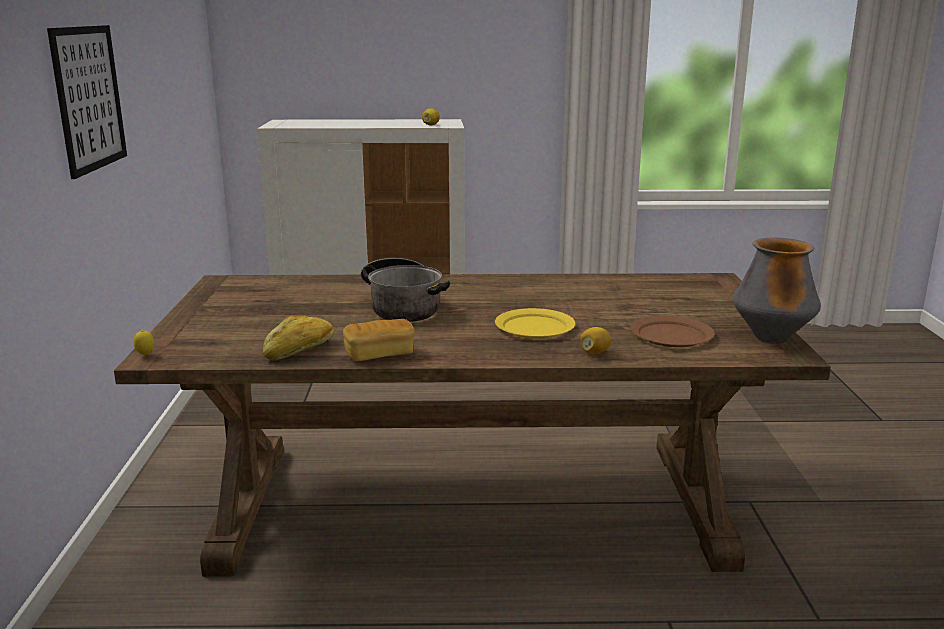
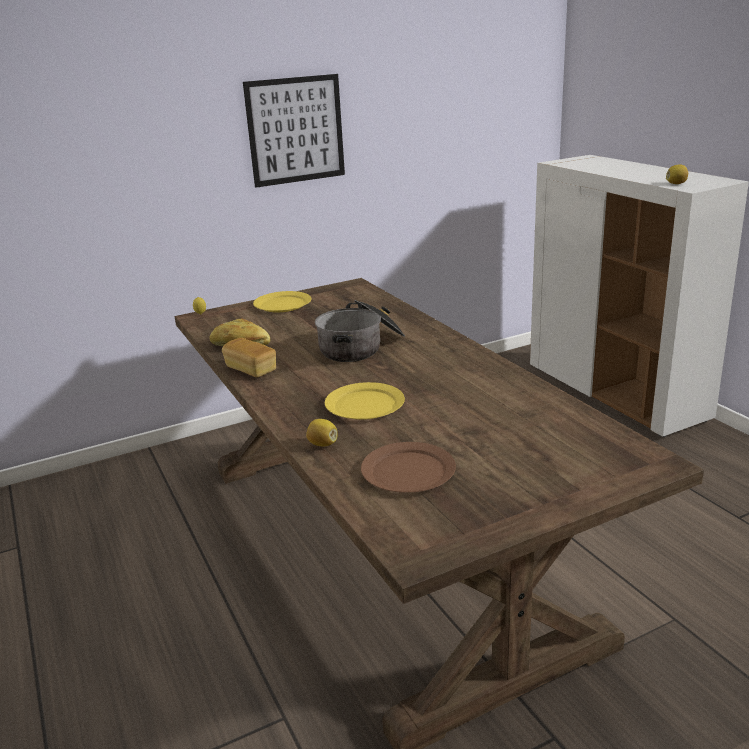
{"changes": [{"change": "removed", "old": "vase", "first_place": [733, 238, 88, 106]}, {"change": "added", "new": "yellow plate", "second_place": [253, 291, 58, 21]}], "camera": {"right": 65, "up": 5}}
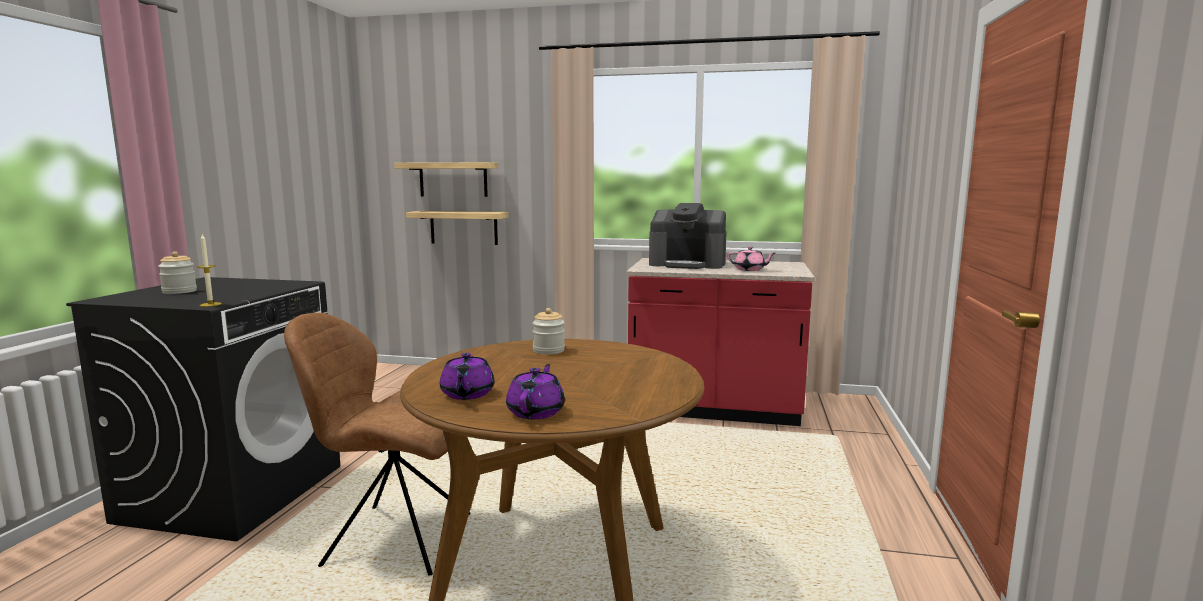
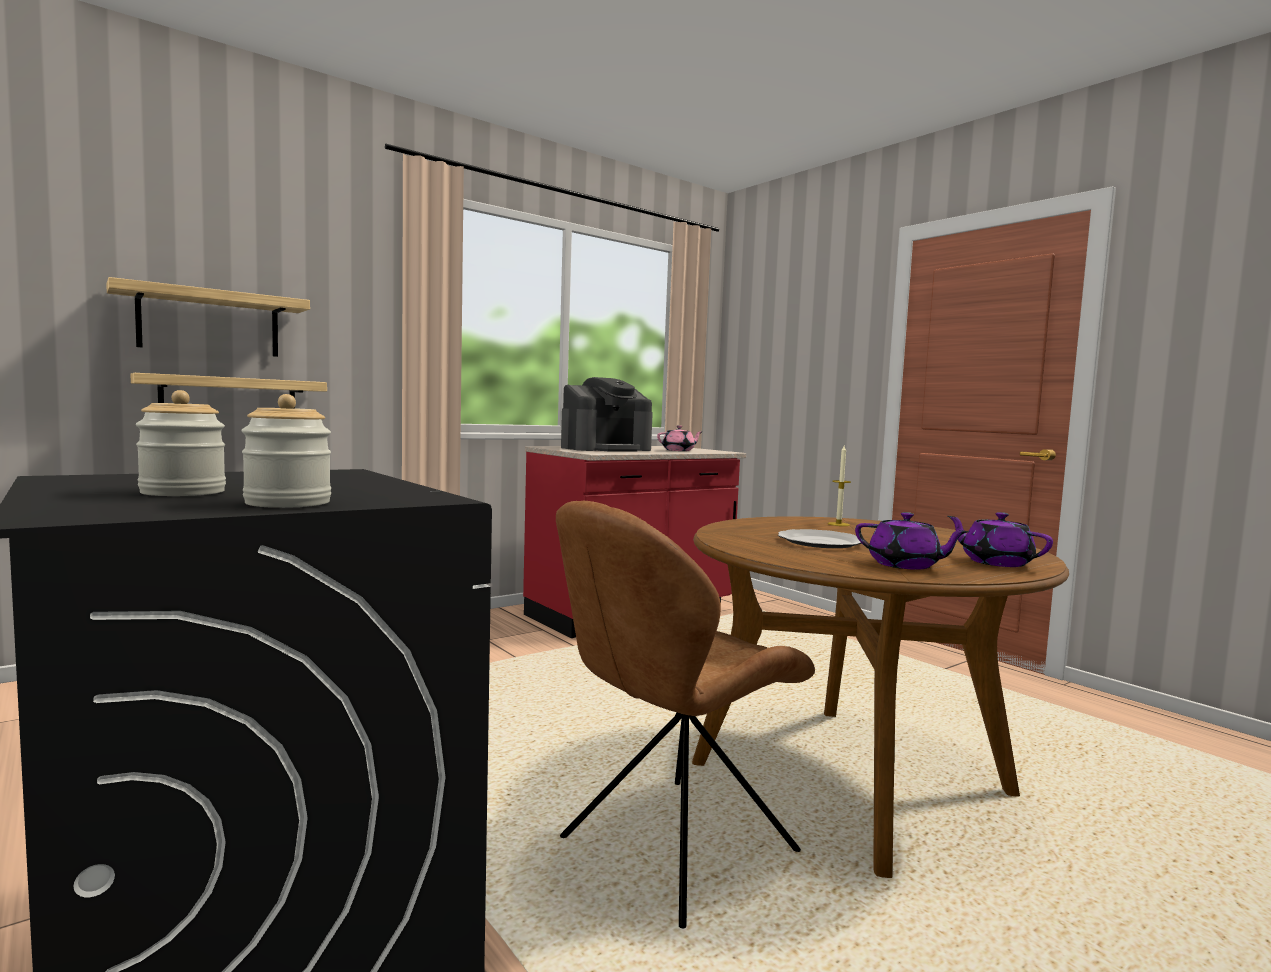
{"changes": [{"change": "moved", "old": "candle", "first_place": [197, 234, 25, 73], "second_place": [828, 446, 23, 80]}, {"change": "moved", "old": "jar", "first_place": [532, 308, 33, 46], "second_place": [241, 394, 90, 114]}, {"change": "added", "new": "plate", "second_place": [778, 529, 84, 19]}], "camera": {"right": -50, "up": -5}}
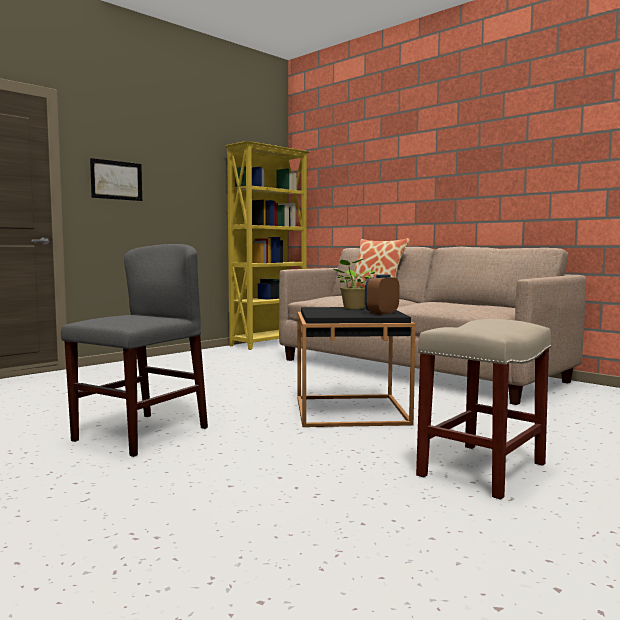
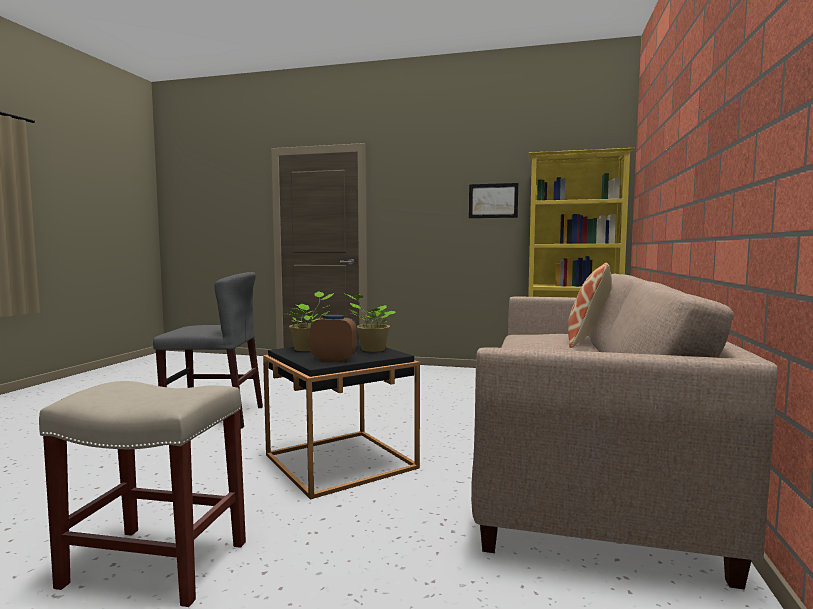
{"changes": [{"change": "moved", "old": "picture", "first_place": [90, 158, 52, 43], "second_place": [469, 183, 49, 35]}, {"change": "added", "new": "potted plant", "second_place": [283, 292, 51, 59]}], "camera": {"right": 60, "up": 0}}
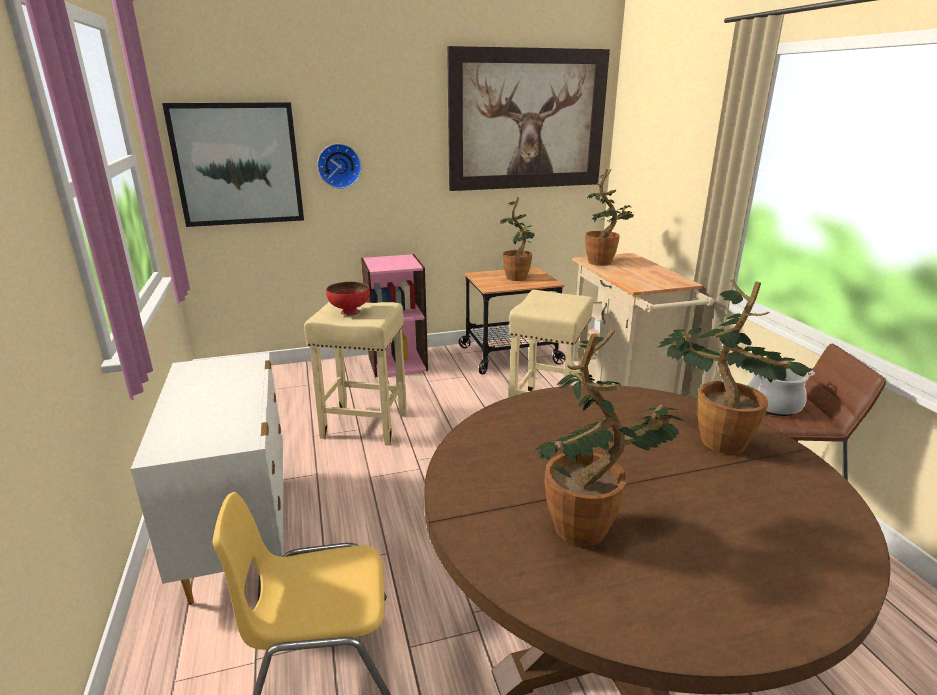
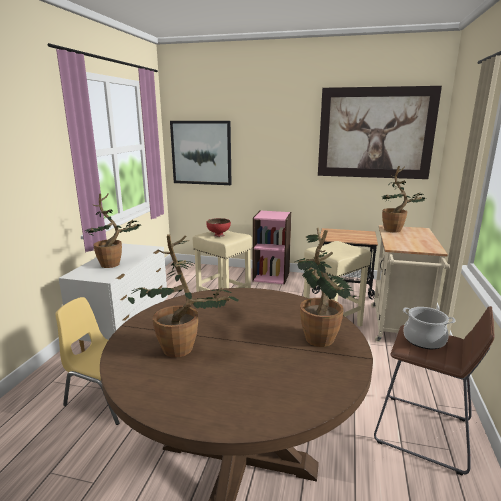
{"changes": [{"change": "removed", "old": "wall clock", "first_place": [317, 143, 45, 46]}, {"change": "moved", "old": "potted plant", "first_place": [500, 196, 35, 85], "second_place": [84, 193, 57, 75]}], "camera": {"right": 30, "up": -5}}
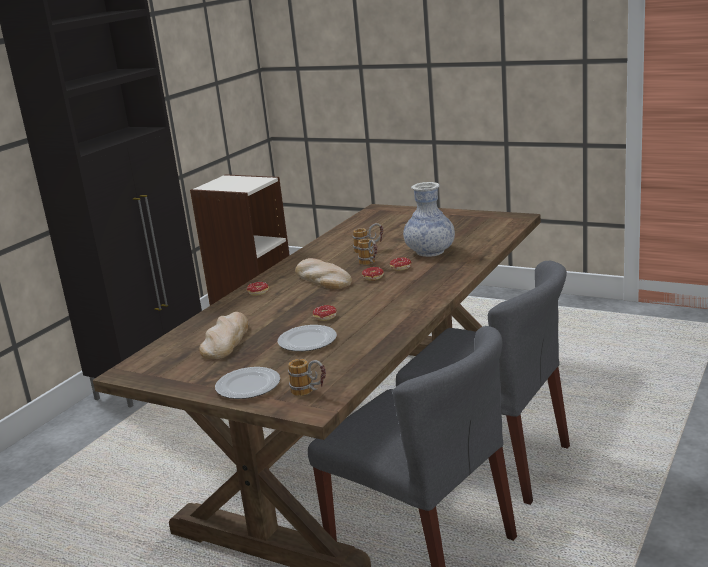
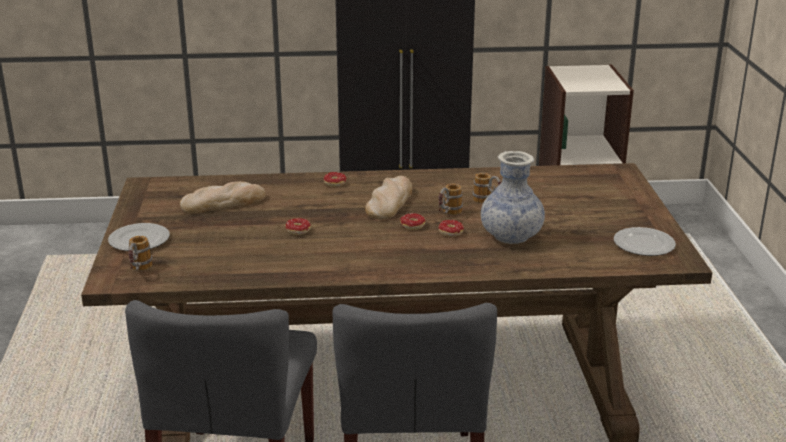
{"changes": [{"change": "moved", "old": "plate", "first_place": [278, 325, 59, 26], "second_place": [614, 227, 62, 29]}], "camera": {"right": 55, "up": 5}}
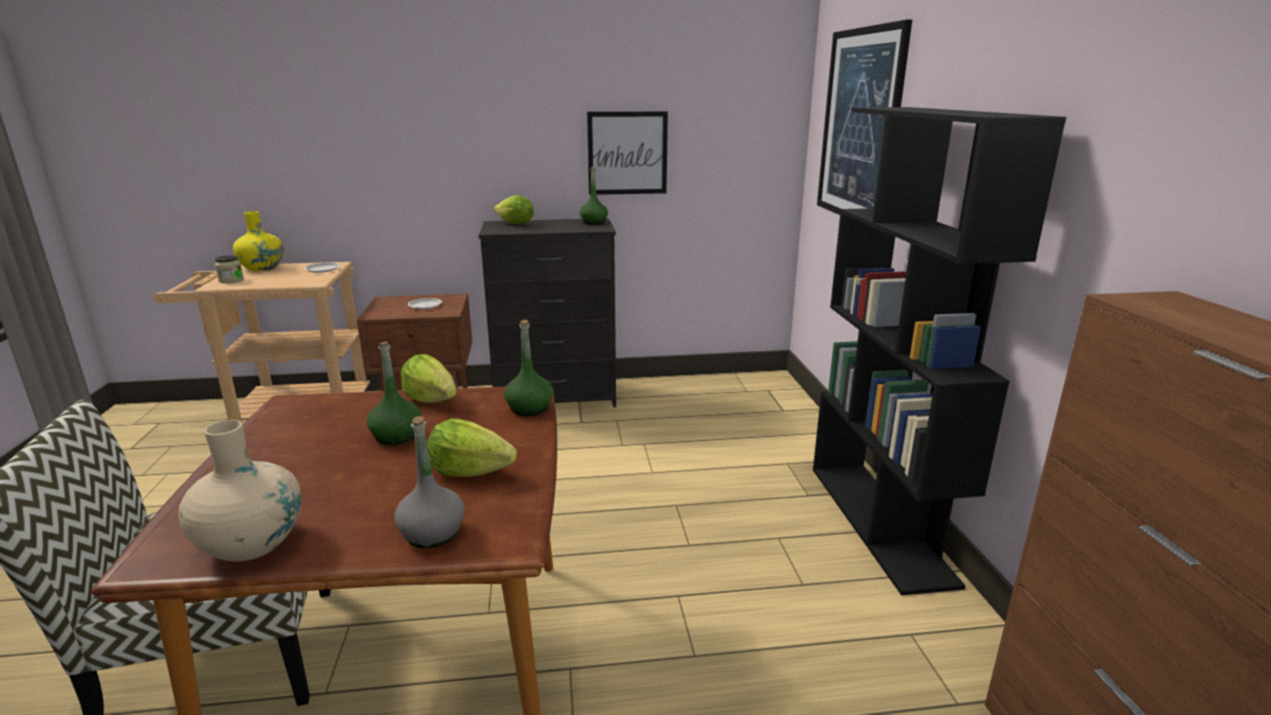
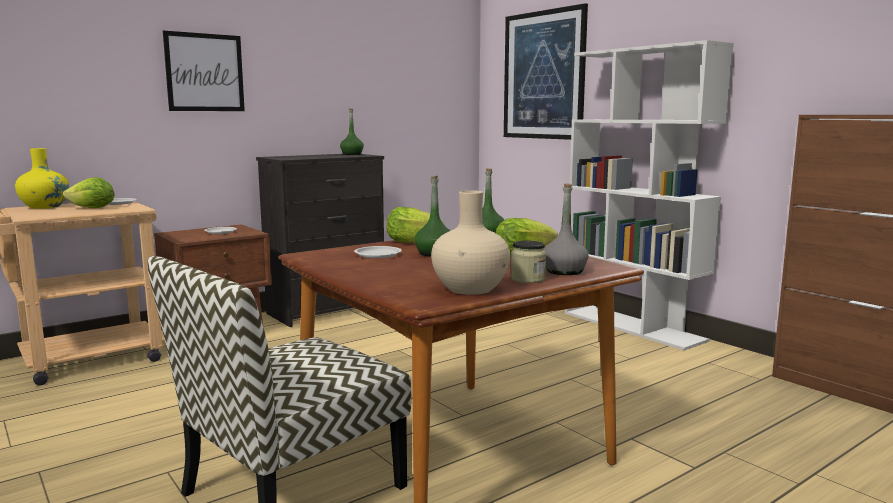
{"changes": [{"change": "moved", "old": "jar", "first_place": [215, 255, 29, 28], "second_place": [511, 241, 35, 42]}, {"change": "moved", "old": "lettuce", "first_place": [494, 195, 40, 29], "second_place": [63, 177, 52, 31]}, {"change": "moved", "old": "picture", "first_place": [587, 111, 81, 84], "second_place": [163, 31, 82, 80]}, {"change": "recoloured", "old": "black bookcase", "new": "white bookcase", "first_place": [813, 107, 253, 488], "second_place": [565, 40, 169, 310]}, {"change": "added", "new": "white plate", "second_place": [354, 246, 48, 12]}], "camera": {"right": -30, "up": -10}}
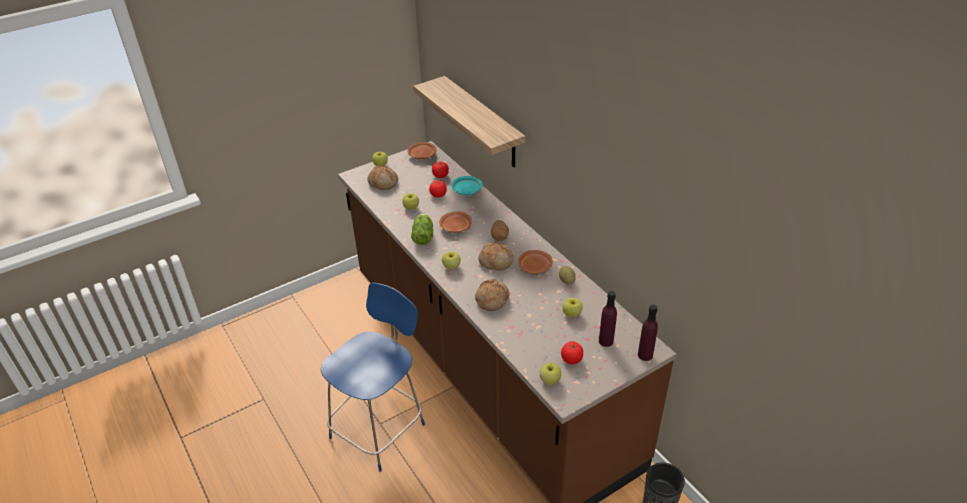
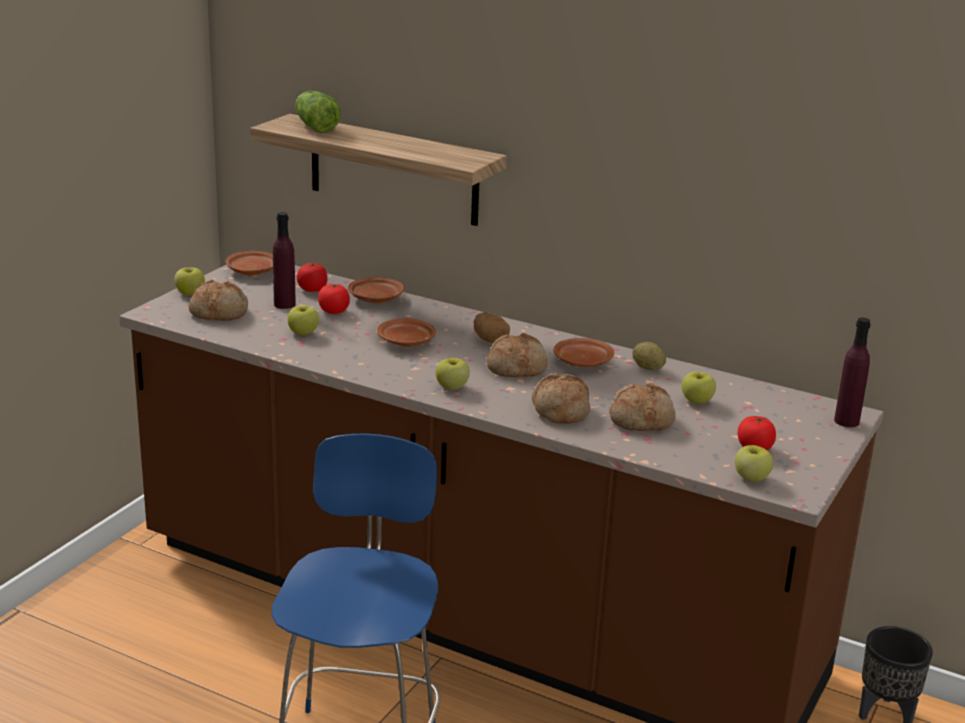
{"changes": [{"change": "moved", "old": "lettuce", "first_place": [411, 213, 22, 32], "second_place": [295, 91, 46, 42]}, {"change": "recoloured", "old": "turquoise plate", "new": "brown plate", "first_place": [451, 176, 32, 19], "second_place": [348, 277, 56, 26]}, {"change": "moved", "old": "purple bottle", "first_place": [599, 291, 18, 56], "second_place": [273, 212, 23, 97]}, {"change": "added", "new": "bread", "second_place": [609, 383, 67, 48]}], "camera": {"right": -30, "up": -15}}
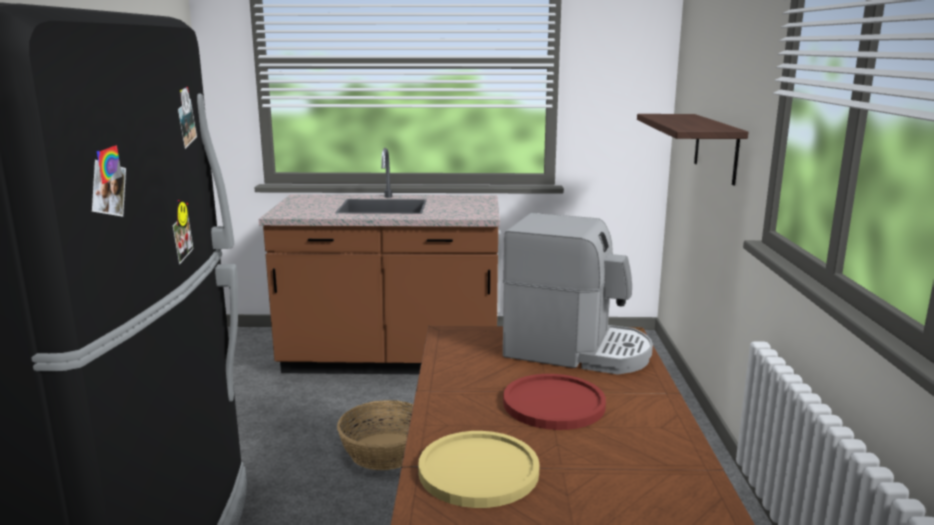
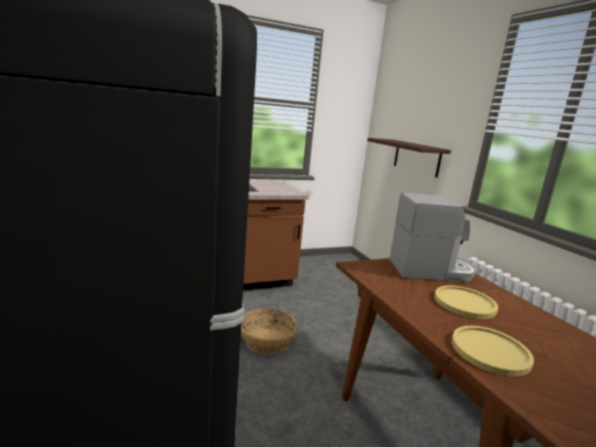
{"changes": [{"change": "recoloured", "old": "red plate", "new": "yellow plate", "first_place": [503, 374, 103, 56], "second_place": [434, 285, 64, 34]}], "camera": {"right": -25, "up": 0}}
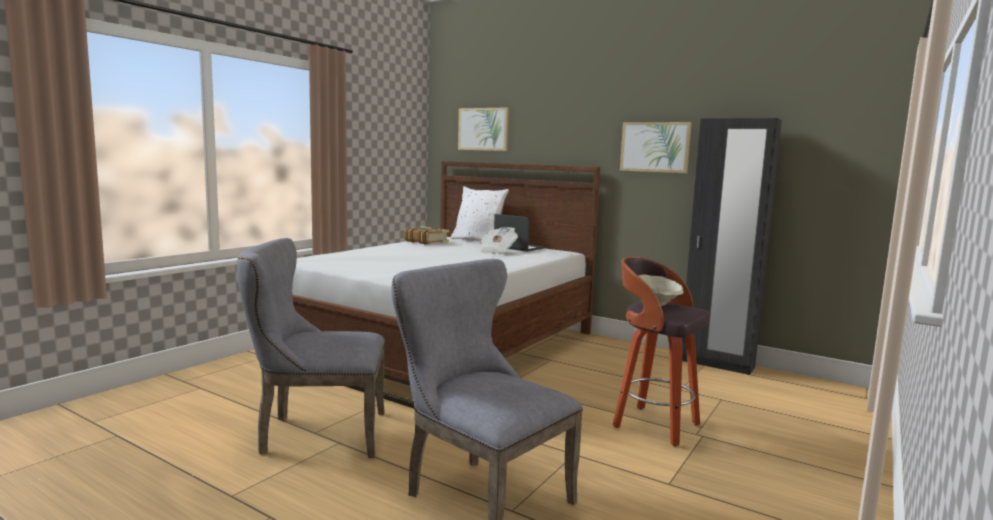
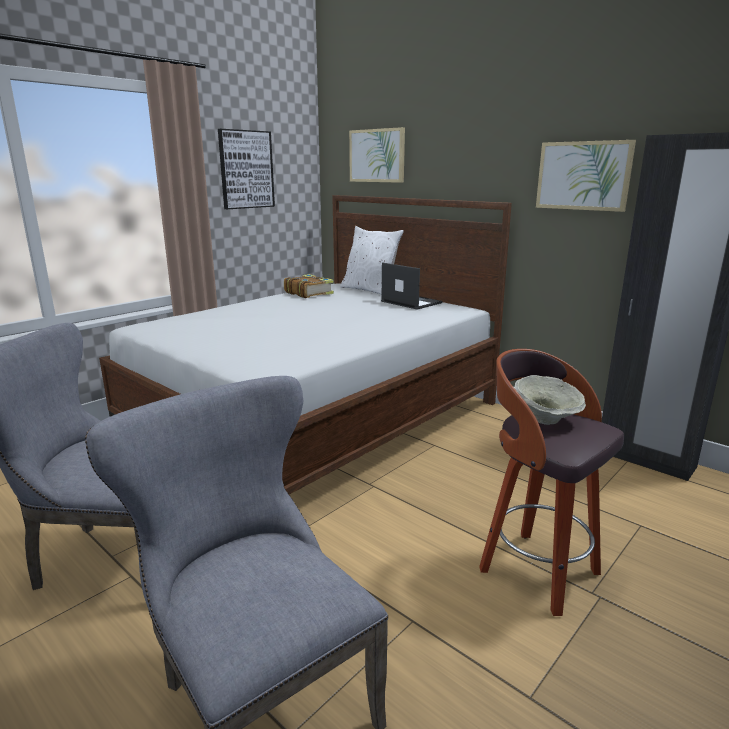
{"changes": [{"change": "removed", "old": "newspaper", "first_place": [480, 227, 38, 27]}, {"change": "added", "new": "picture", "second_place": [218, 129, 57, 80]}], "camera": {"right": 10, "up": 10}}
